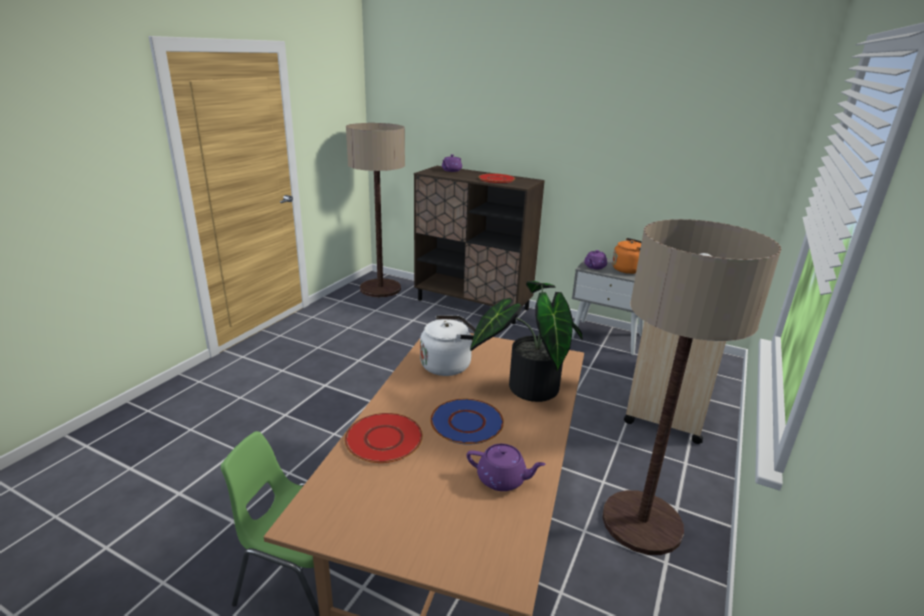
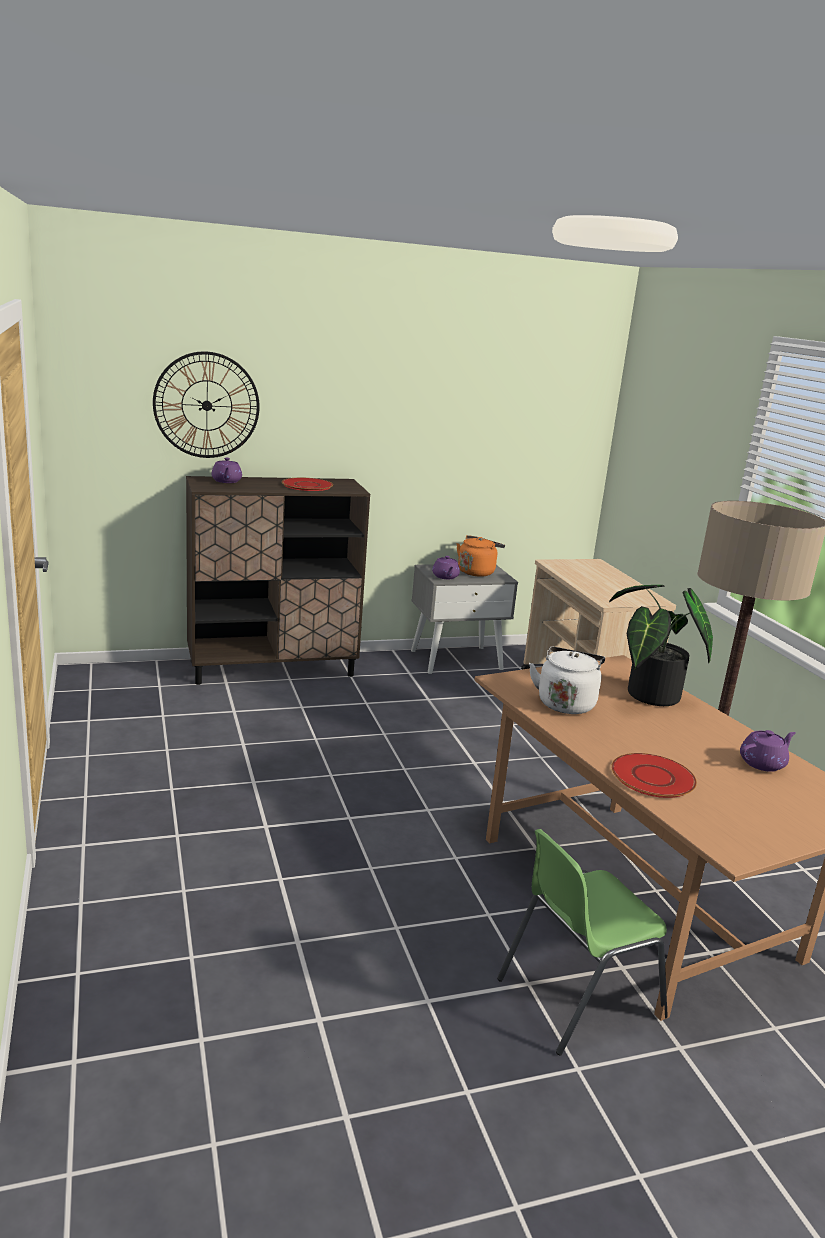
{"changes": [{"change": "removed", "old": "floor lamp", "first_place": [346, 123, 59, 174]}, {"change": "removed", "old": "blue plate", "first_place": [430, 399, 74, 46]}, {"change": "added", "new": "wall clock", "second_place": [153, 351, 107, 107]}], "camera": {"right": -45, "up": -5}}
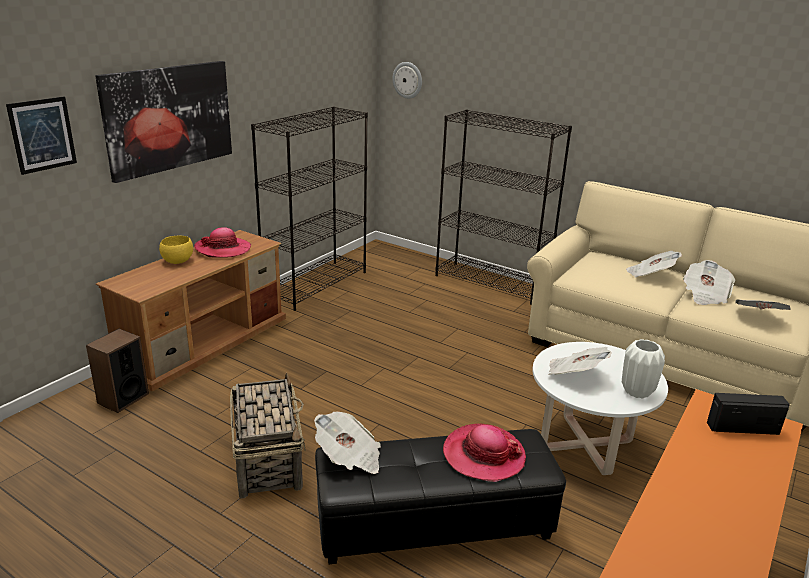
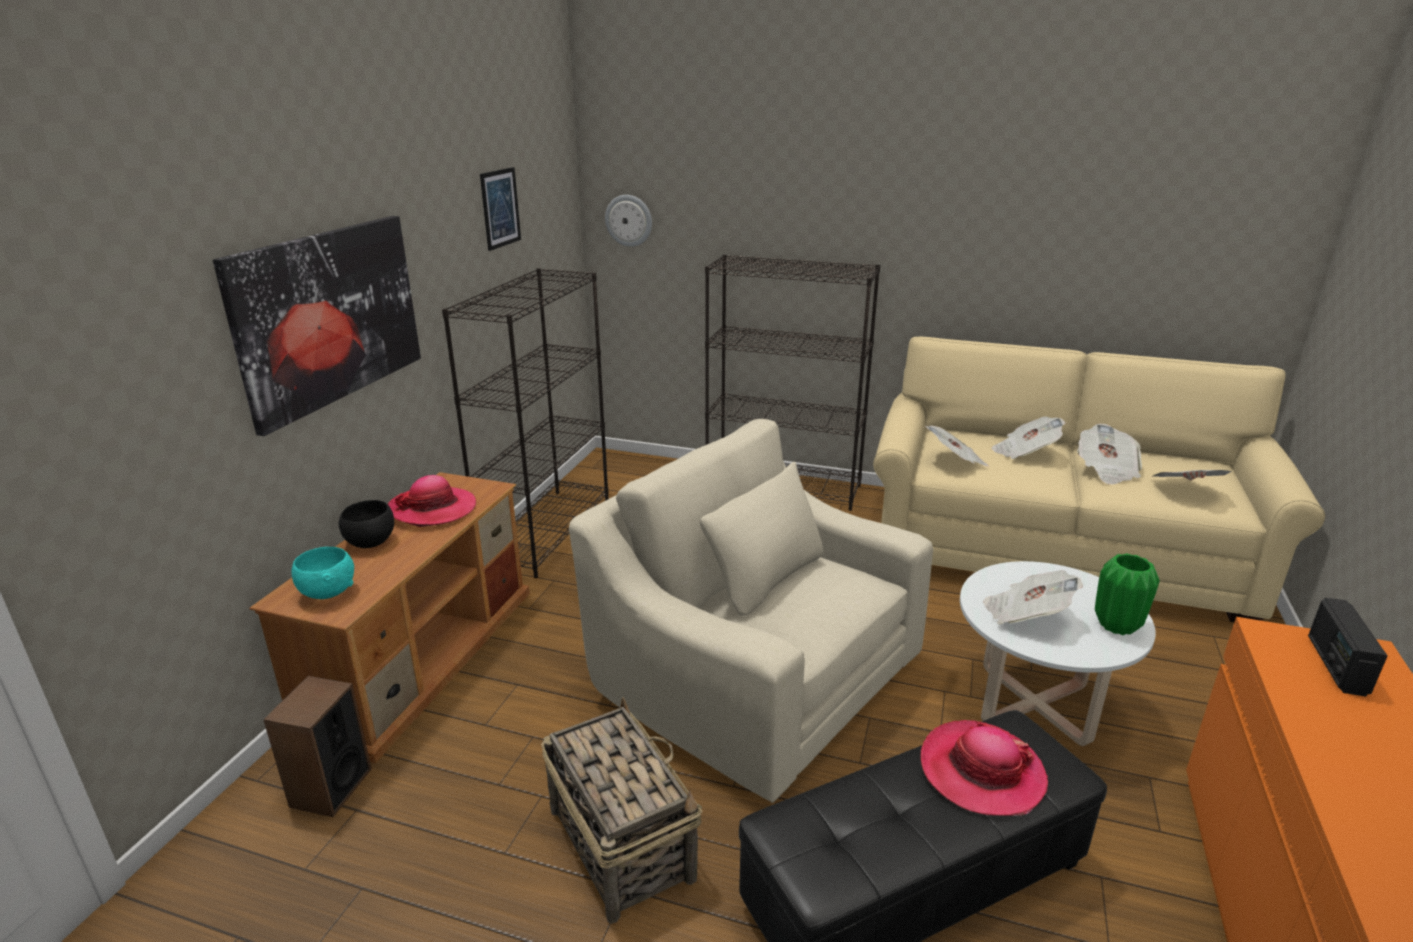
{"changes": [{"change": "moved", "old": "picture", "first_place": [6, 96, 71, 79], "second_place": [480, 167, 41, 84]}, {"change": "recoloured", "old": "yellow bowl", "new": "black bowl", "first_place": [159, 235, 34, 29], "second_place": [339, 500, 55, 48]}, {"change": "moved", "old": "newspaper", "first_place": [314, 412, 67, 62], "second_place": [925, 425, 64, 42]}, {"change": "recoloured", "old": "white vase", "new": "green vase", "first_place": [622, 339, 43, 59], "second_place": [1095, 553, 65, 82]}, {"change": "turned", "old": "radio", "first_place": [707, 393, 83, 42], "second_place": [1308, 598, 80, 99], "degrees": -60}, {"change": "added", "new": "turquoise bowl", "second_place": [291, 547, 63, 52]}, {"change": "added", "new": "beige armchair", "second_place": [569, 419, 364, 384]}], "camera": {"right": -15, "up": 0}}
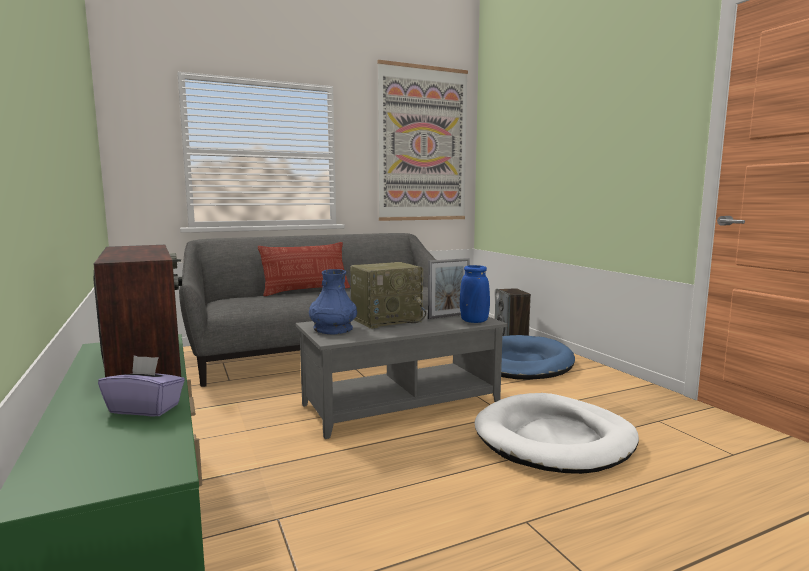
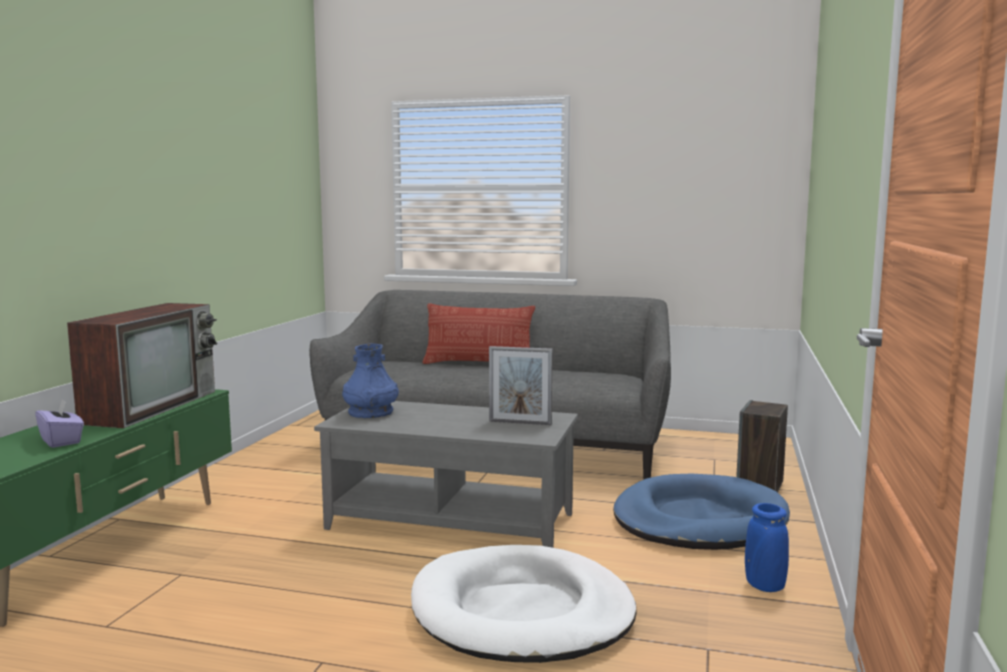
{"changes": [{"change": "removed", "old": "radio", "first_place": [350, 262, 76, 67]}, {"change": "removed", "old": "picture", "first_place": [378, 60, 90, 161]}, {"change": "moved", "old": "blue vase", "first_place": [460, 265, 30, 58], "second_place": [745, 503, 44, 89]}], "camera": {"right": 40, "up": 0}}
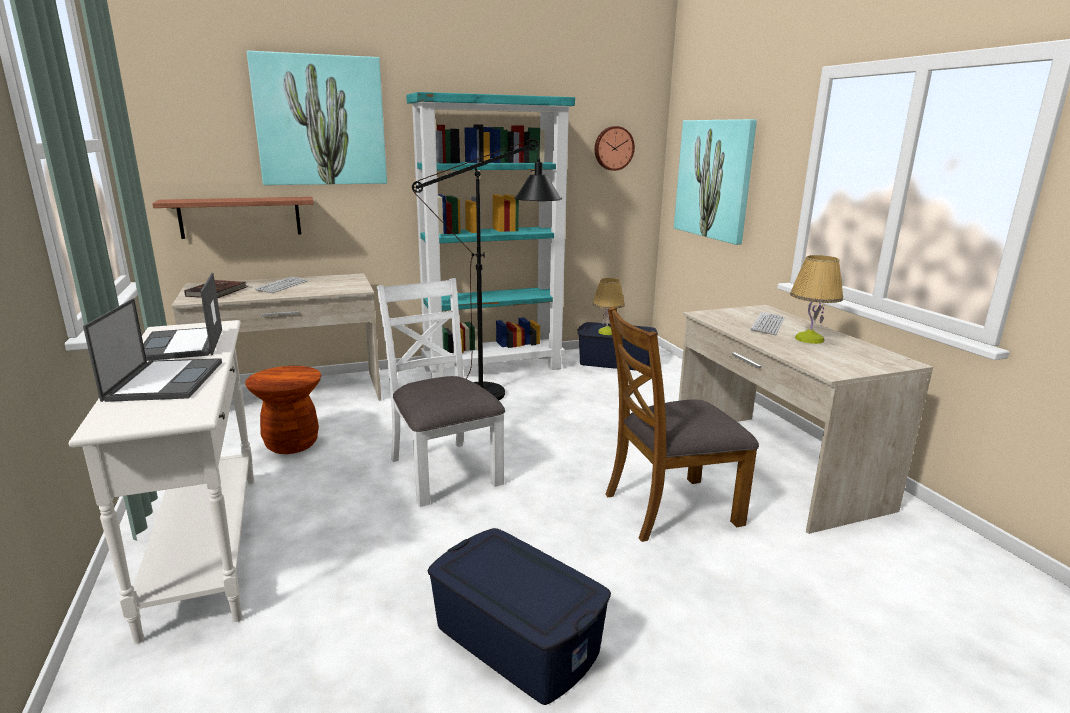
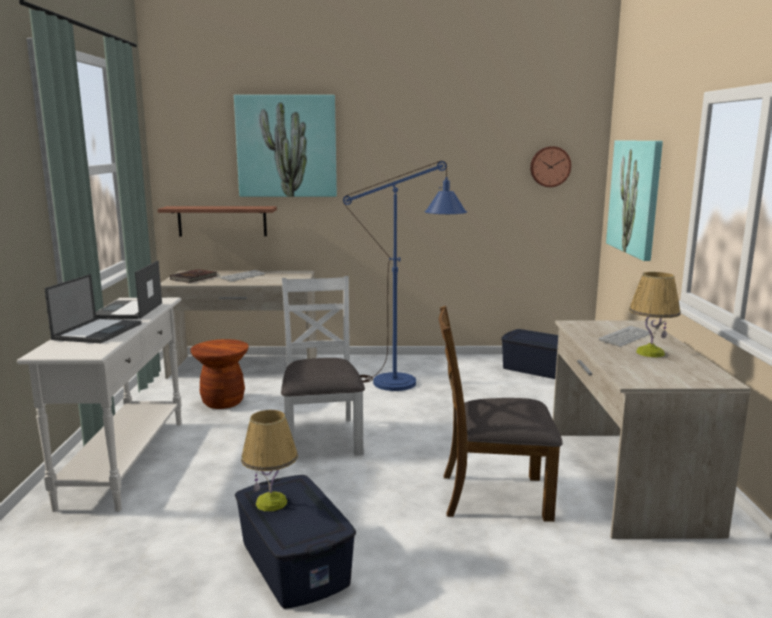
{"changes": [{"change": "removed", "old": "turquoise bookcase", "first_place": [406, 92, 169, 287]}, {"change": "recoloured", "old": "black floor lamp", "new": "blue floor lamp", "first_place": [412, 139, 150, 261], "second_place": [343, 161, 124, 230]}, {"change": "moved", "old": "table lamp", "first_place": [593, 278, 32, 57], "second_place": [241, 410, 57, 101]}], "camera": {"right": 20, "up": -5}}
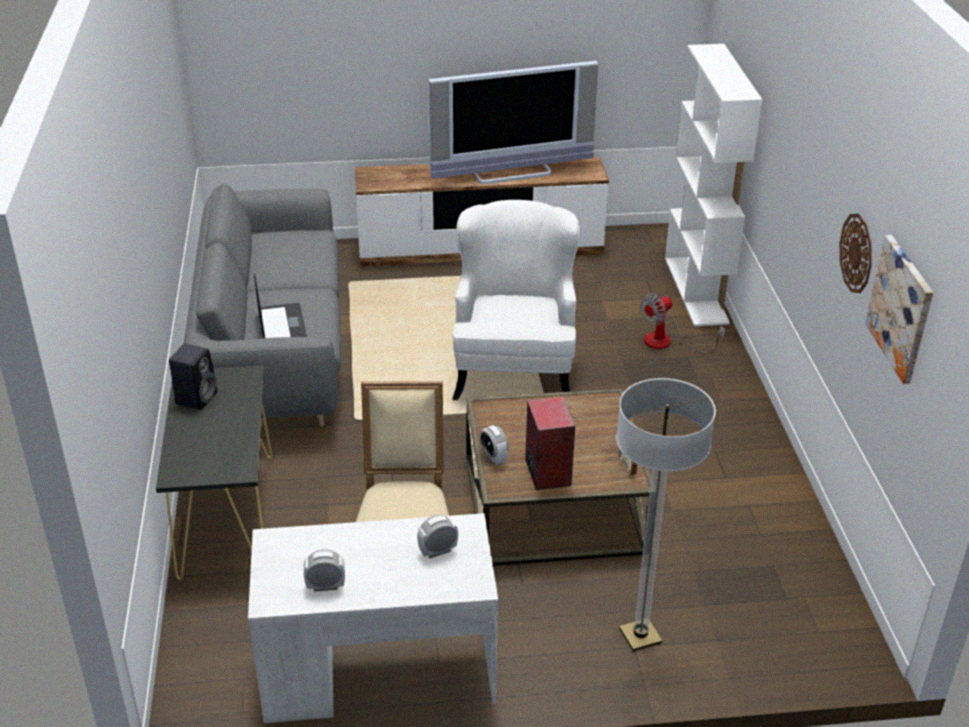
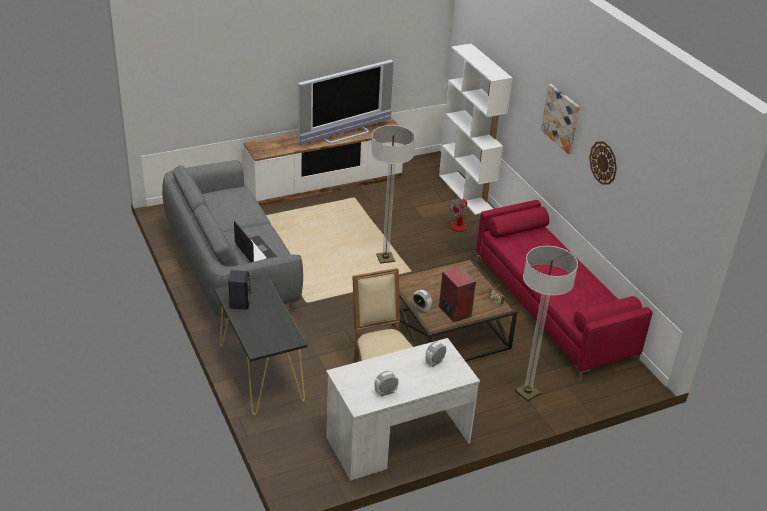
{"changes": [{"change": "replaced", "old": "white armchair", "new": "floor lamp", "first_place": [453, 200, 127, 200], "second_place": [371, 125, 44, 139]}, {"change": "moved", "old": "picture", "first_place": [865, 235, 68, 149], "second_place": [541, 84, 39, 70]}, {"change": "added", "new": "red sofa", "second_place": [476, 200, 176, 180]}], "camera": {"right": -20, "up": 0}}
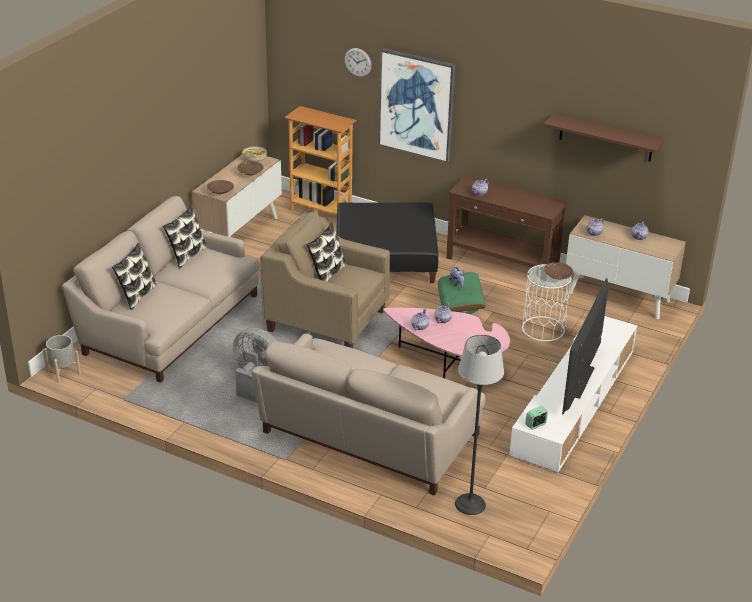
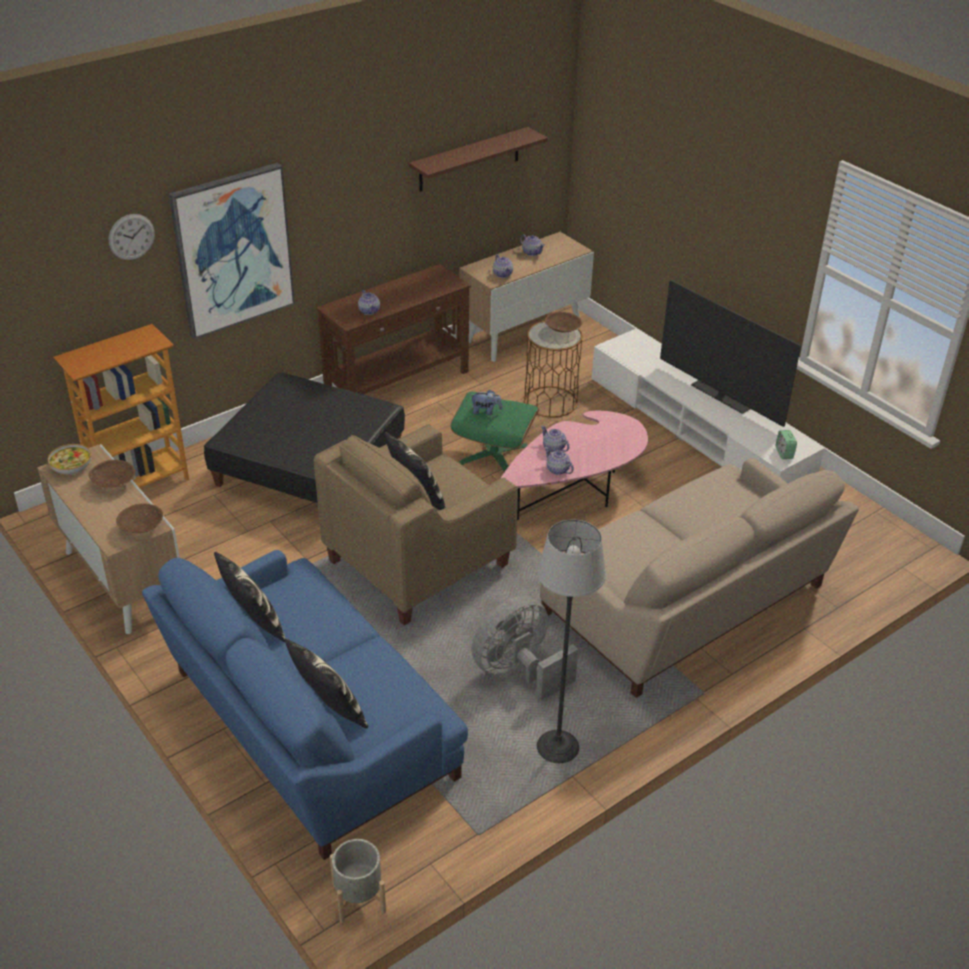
{"changes": [{"change": "recoloured", "old": "beige sofa", "new": "blue sofa", "first_place": [62, 196, 198, 187], "second_place": [142, 550, 326, 310]}, {"change": "moved", "old": "floor lamp", "first_place": [455, 335, 49, 180], "second_place": [537, 519, 69, 244]}, {"change": "recoloured", "old": "white side table", "new": "brown side table", "first_place": [522, 264, 49, 77], "second_place": [524, 321, 59, 96]}], "camera": {"right": -65, "up": 5}}
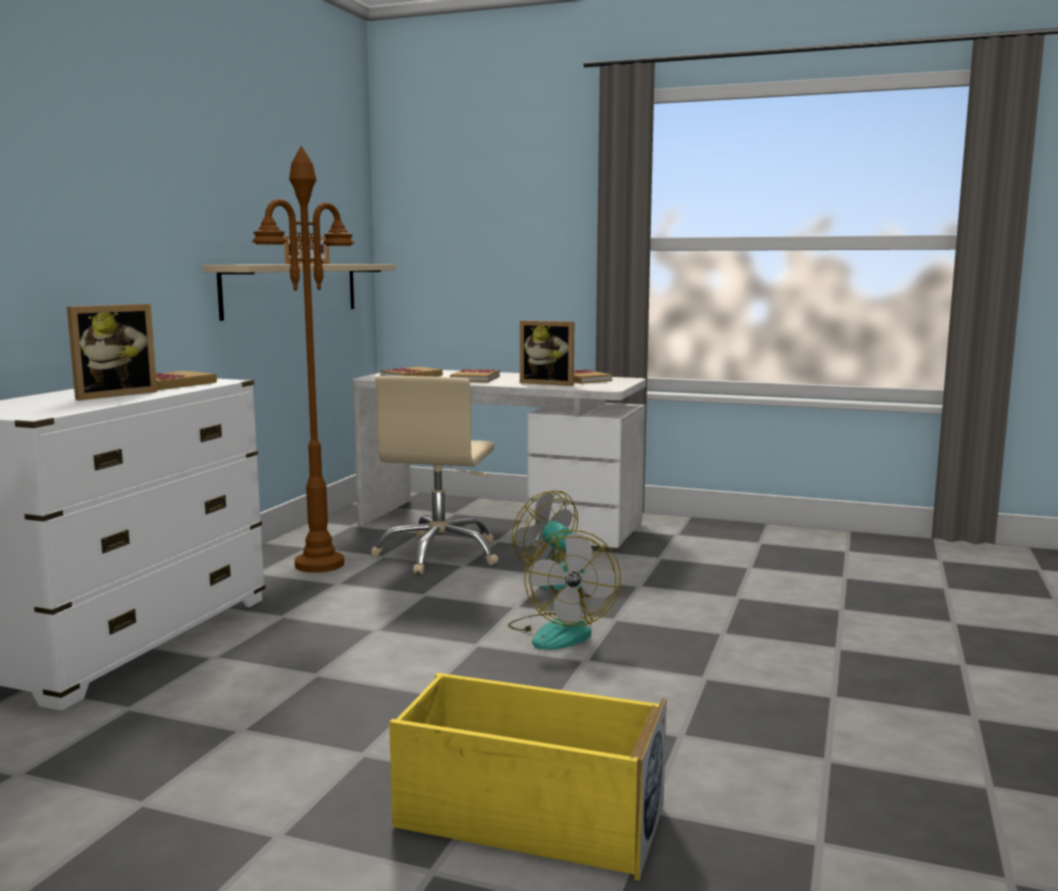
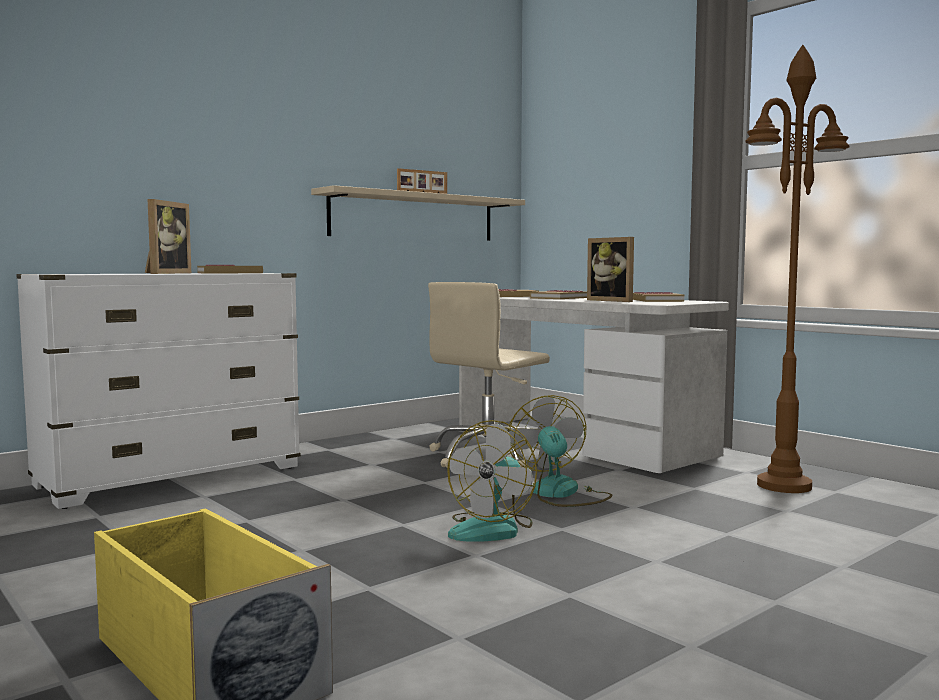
{"changes": [{"change": "turned", "old": "picture frame", "first_place": [67, 304, 90, 96], "second_place": [145, 199, 46, 75], "degrees": -60}, {"change": "moved", "old": "brown floor lamp", "first_place": [252, 146, 102, 427], "second_place": [745, 45, 104, 448]}], "camera": {"right": 30, "up": -5}}
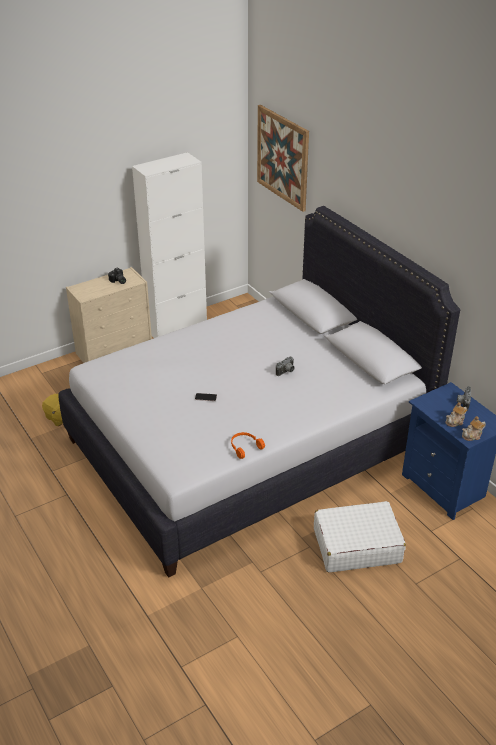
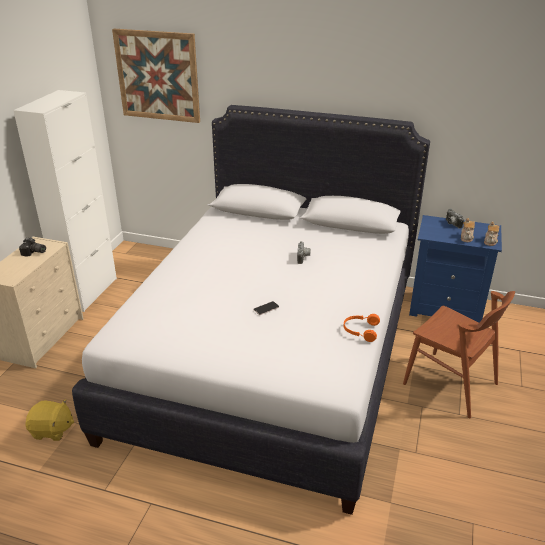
{"changes": [{"change": "replaced", "old": "white suitcase", "new": "brown chair", "first_place": [314, 501, 92, 71], "second_place": [403, 291, 112, 127]}], "camera": {"right": -40, "up": -5}}
